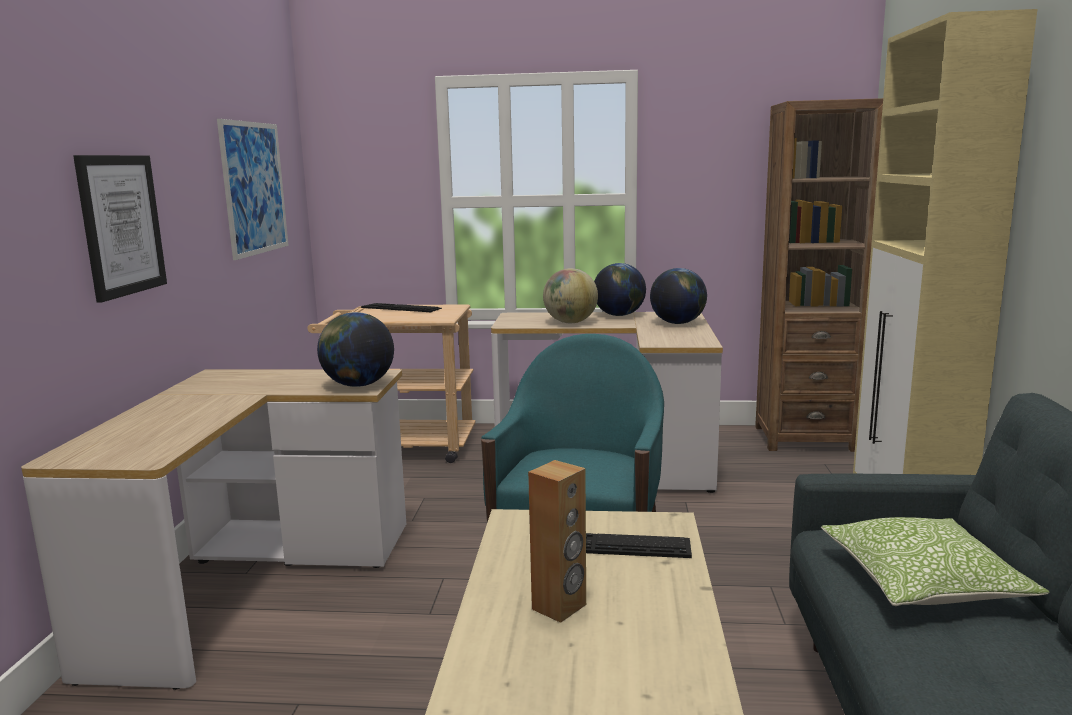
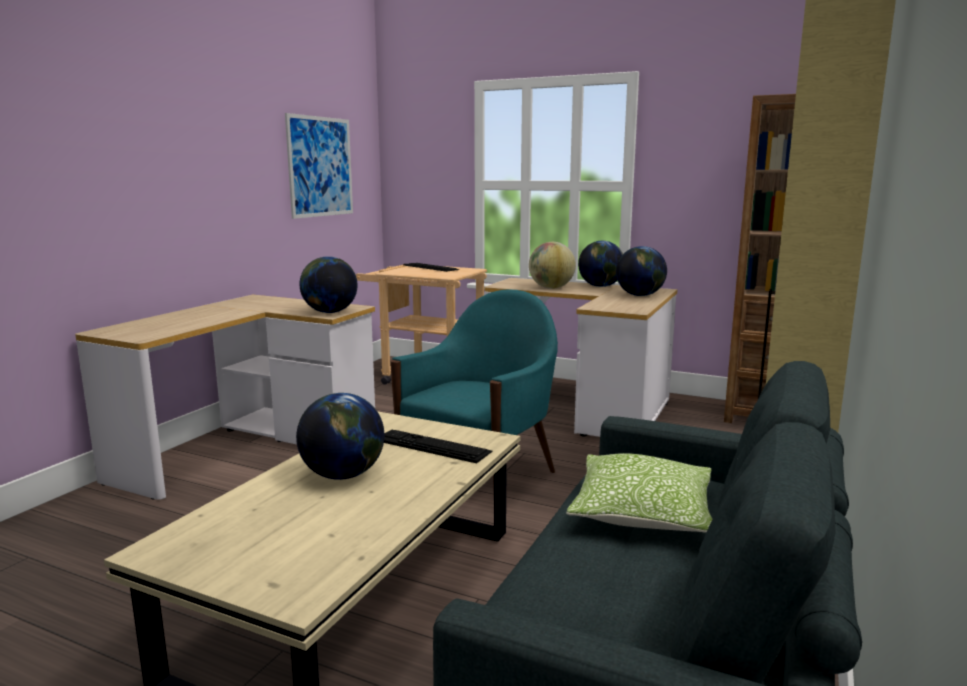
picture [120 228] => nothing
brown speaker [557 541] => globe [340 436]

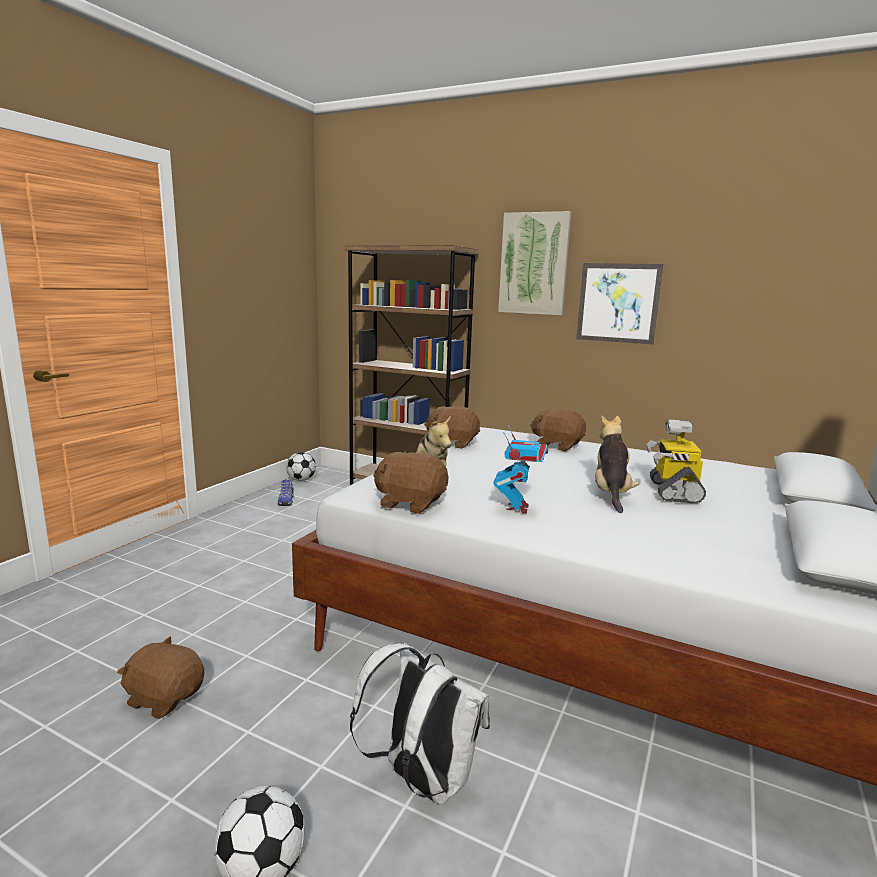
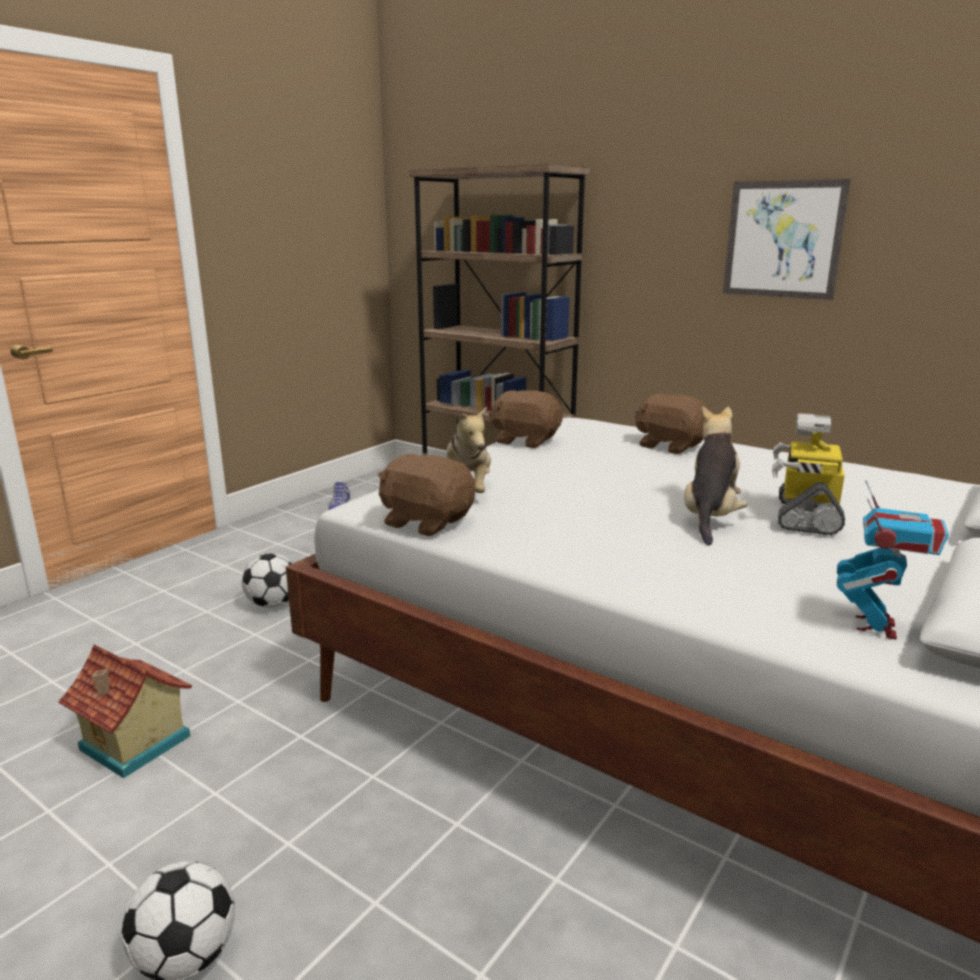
picture [535 263] => nothing
toy robot [520 469] => toy robot [893 560], move
football [301 466] => football [267 580], move
brown plush toy [160 678] => toy house [125 711]
white backpack [420 724] => nothing

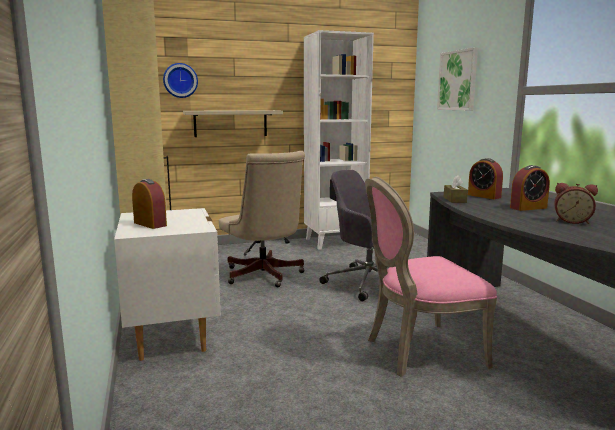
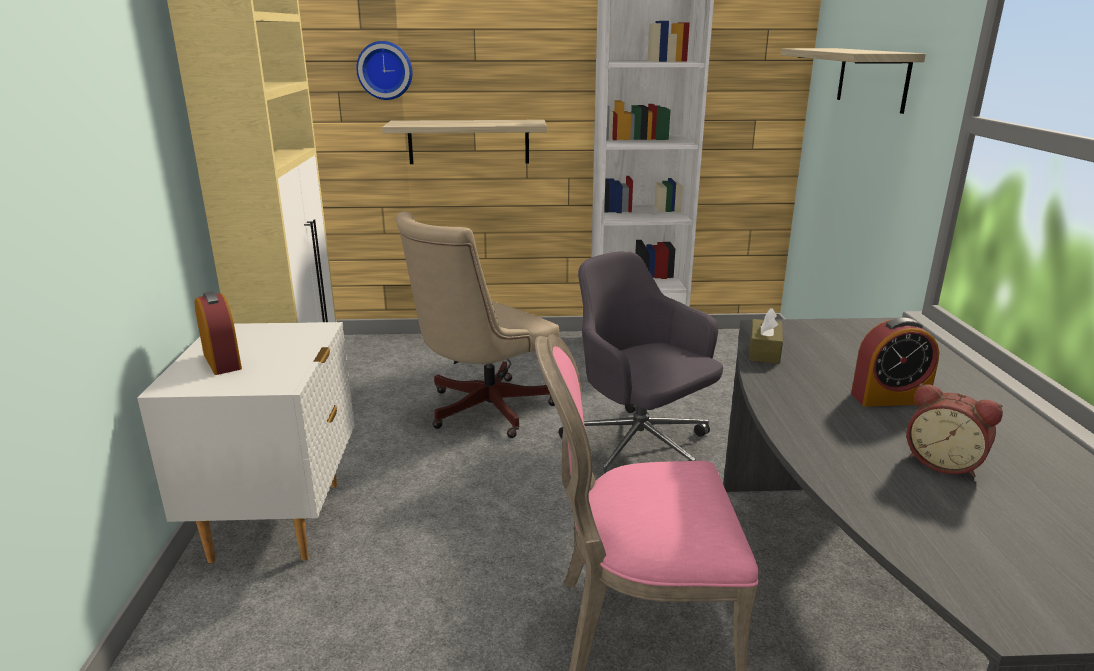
picture [457 78] => shelf [853 81]
beige office chair [262 219] => beige office chair [478 325], 60 degrees clockwise
alarm clock [485 178] => nothing

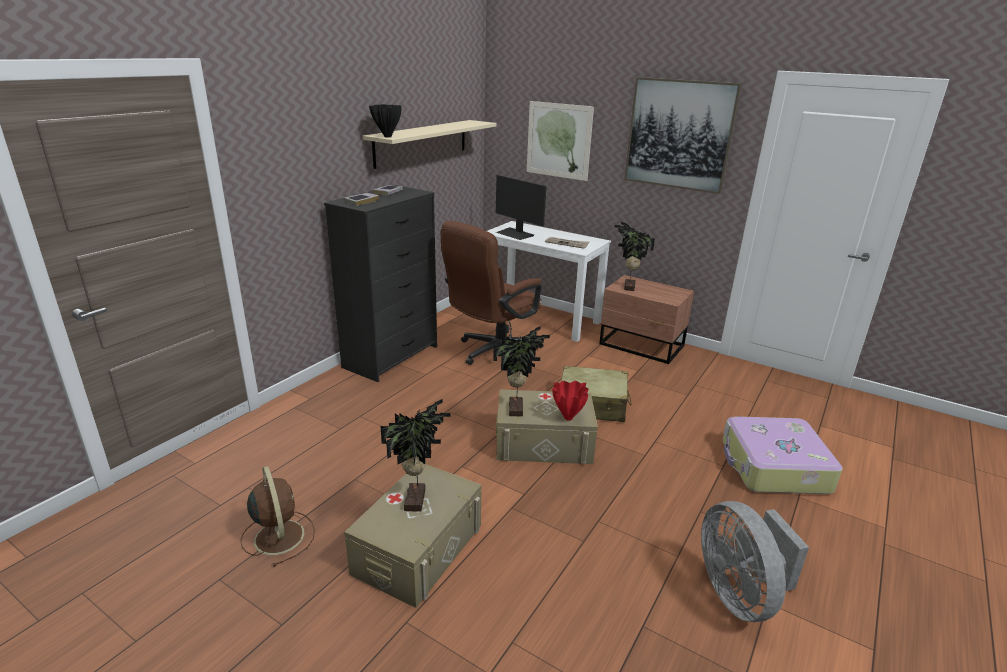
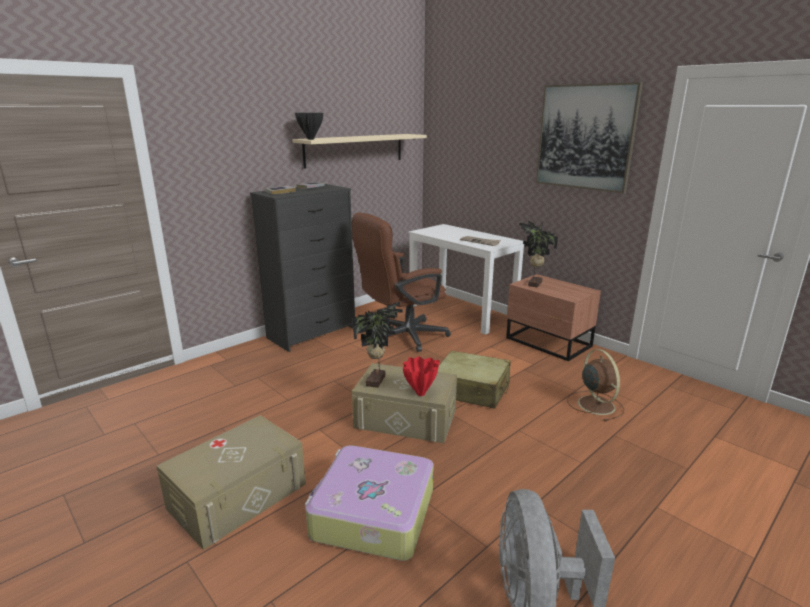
picture [560 141] => nothing
monitor [521 207] => nothing
potted plant [416 455] => nothing
suitcase [782 455] => suitcase [369 503], move
brown fan [277 516] => brown fan [595 385], move

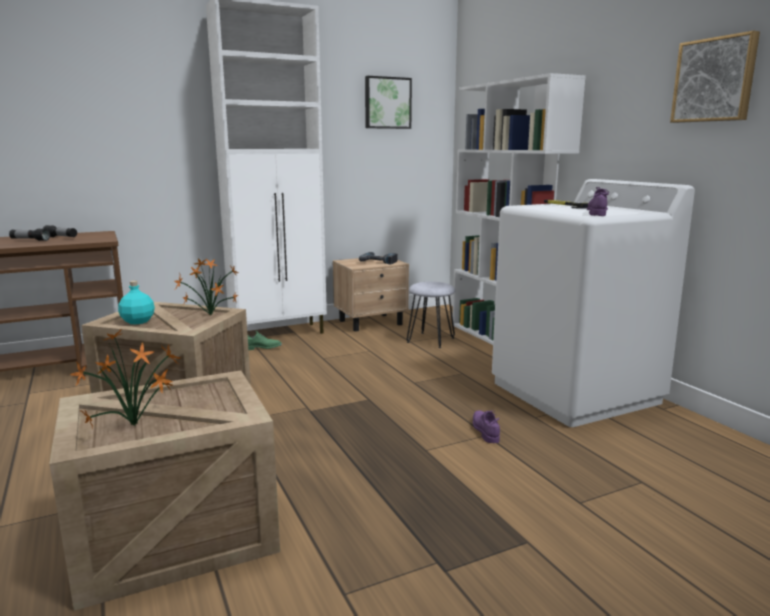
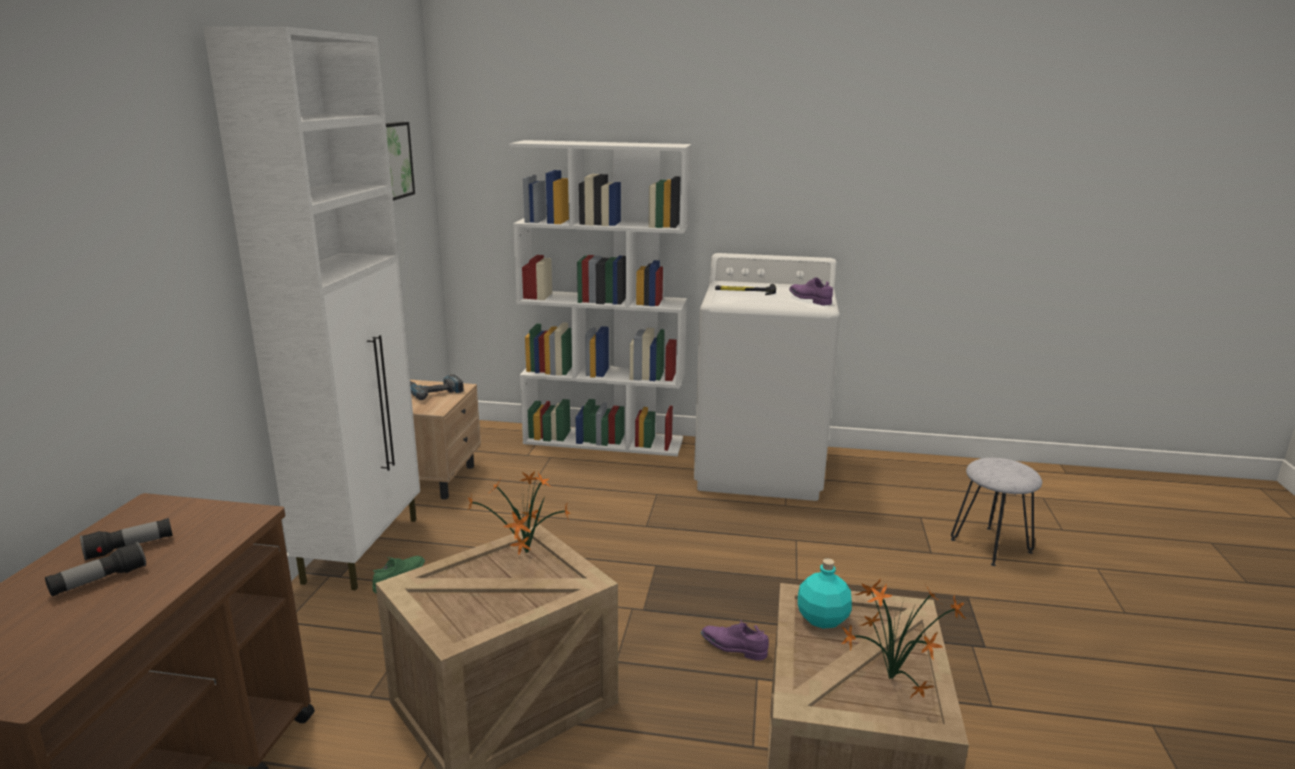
picture [715 77] => nothing
turquoise bottle [136 302] => turquoise bottle [825 593], move
grey stool [431 315] => grey stool [996 512], move
purple shoe [486 426] => purple shoe [735 640], move

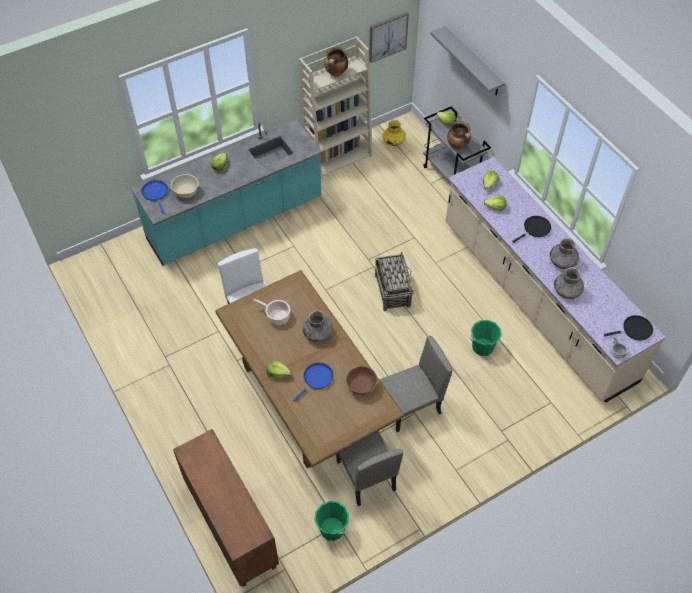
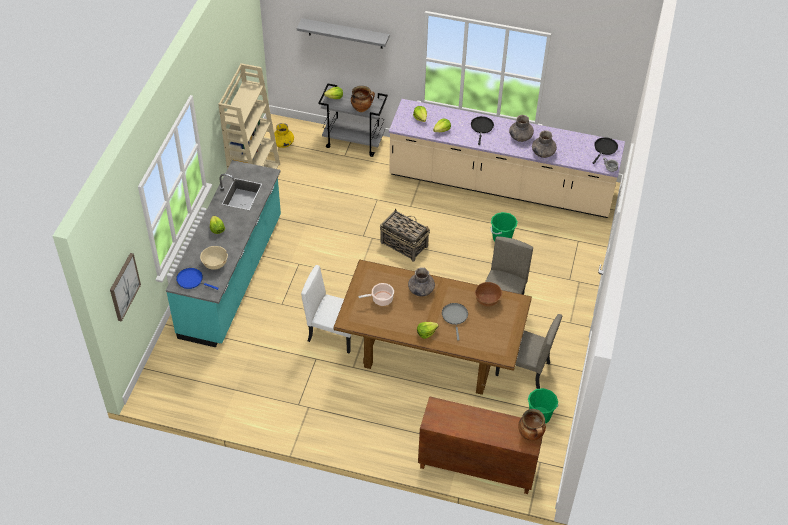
picture [389 37] => picture [125 287], move
cooking pot [336 62] => cooking pot [532 425], move
blue frying pan [313 382] => grey frying pan [455 322]

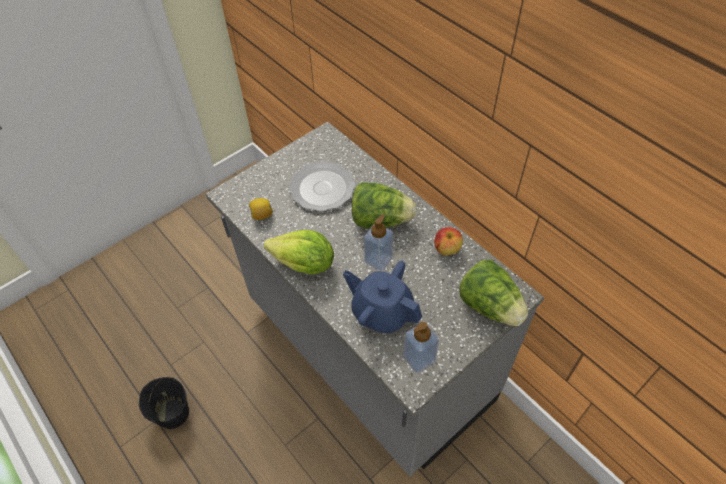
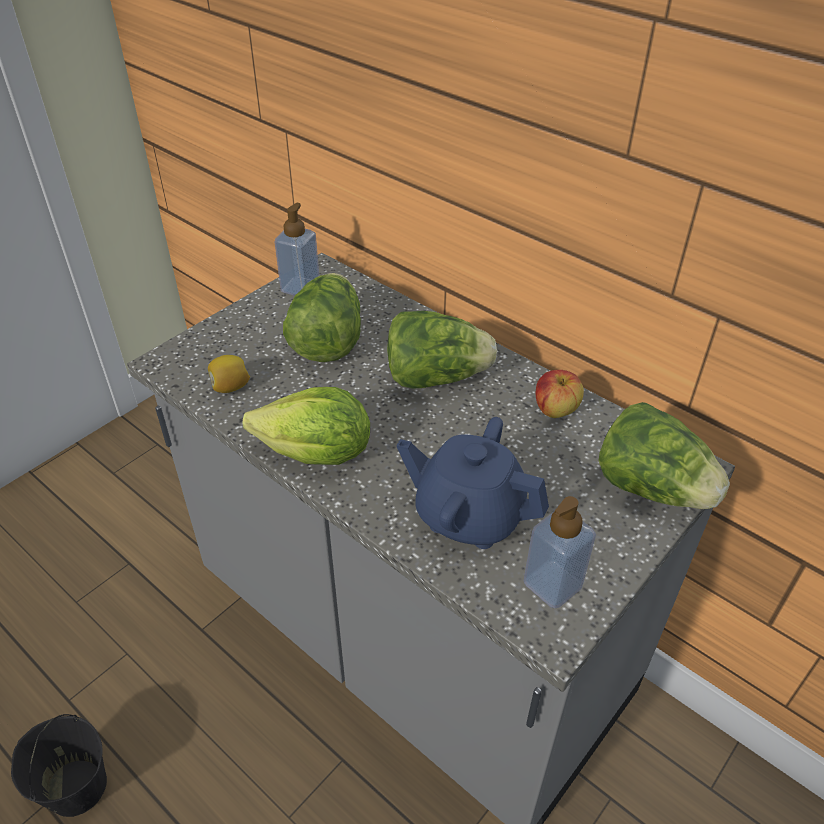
plate [322 186] => lettuce [322 317]
soap dispenser [378 242] => soap dispenser [297 249], move

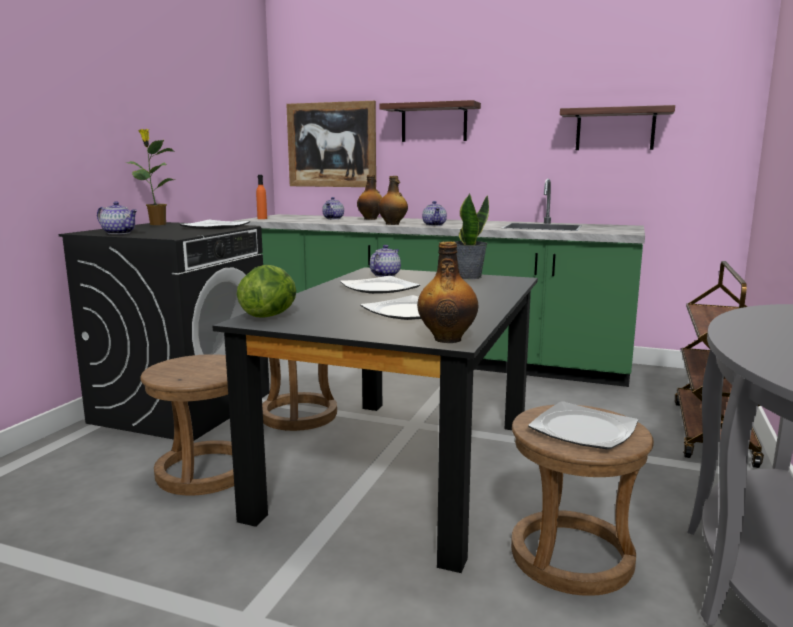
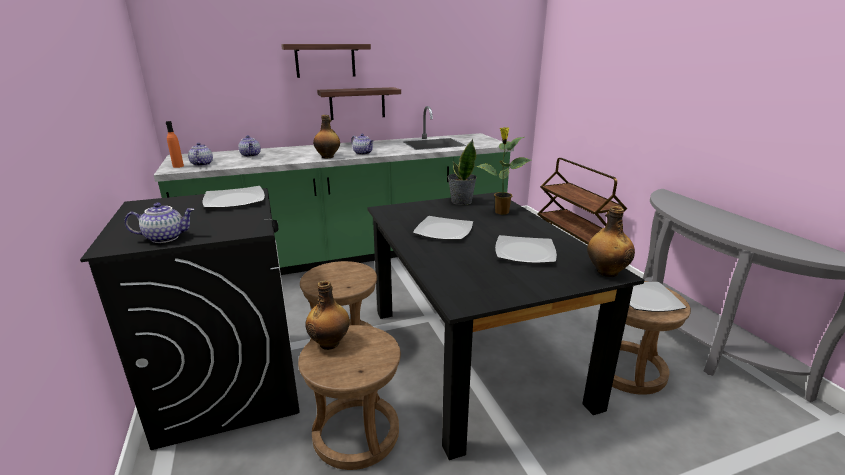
picture [331 144] => nothing
shelf [617 127] => shelf [359 103], move
potted plant [151 177] => potted plant [503 171], move
bottle [369 197] => bottle [327 315], move
teapot [385 261] => teapot [200 154], move
lettuce [266 291] => nothing

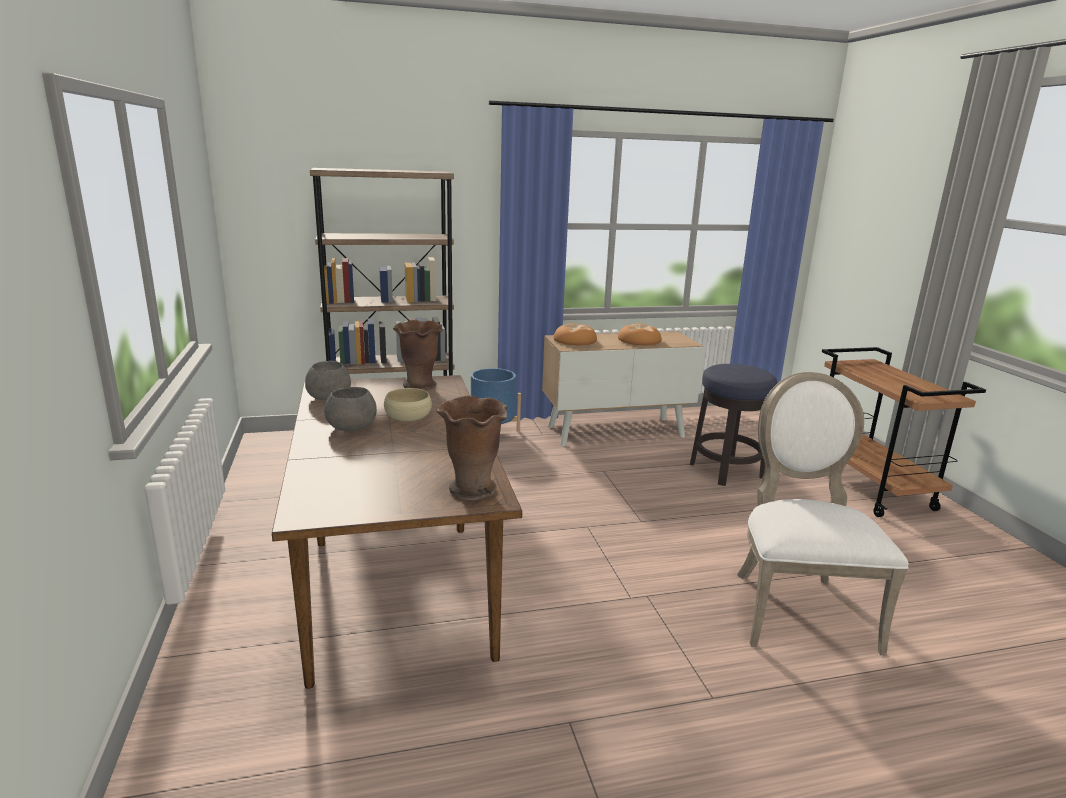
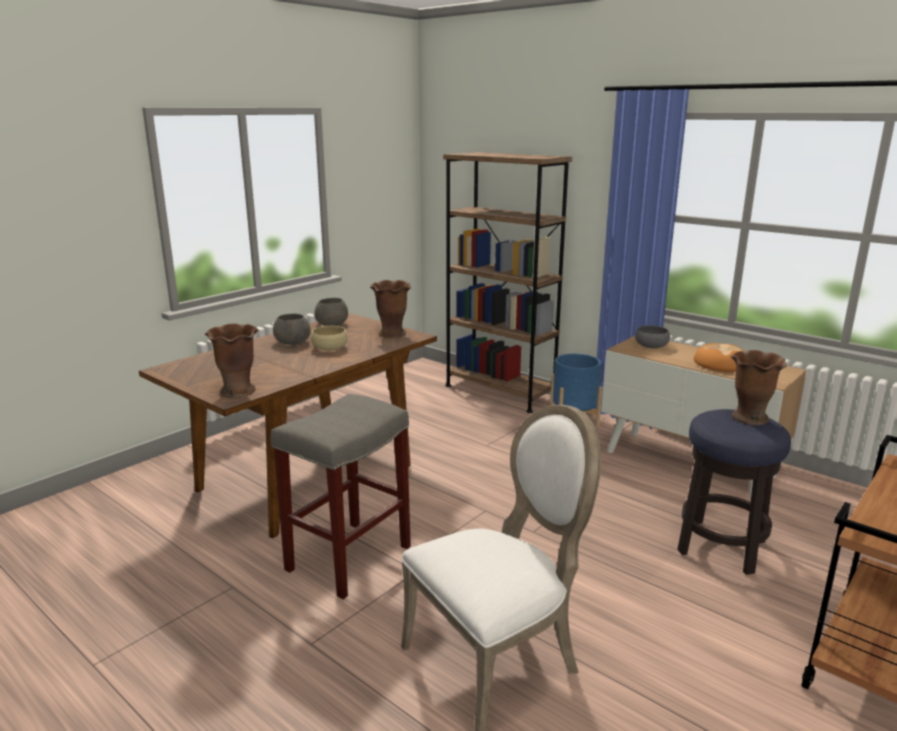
bread [575 334] => grey bowl [652 336]
nothing => brown vase [759 387]
nothing => grey stool [340 496]

